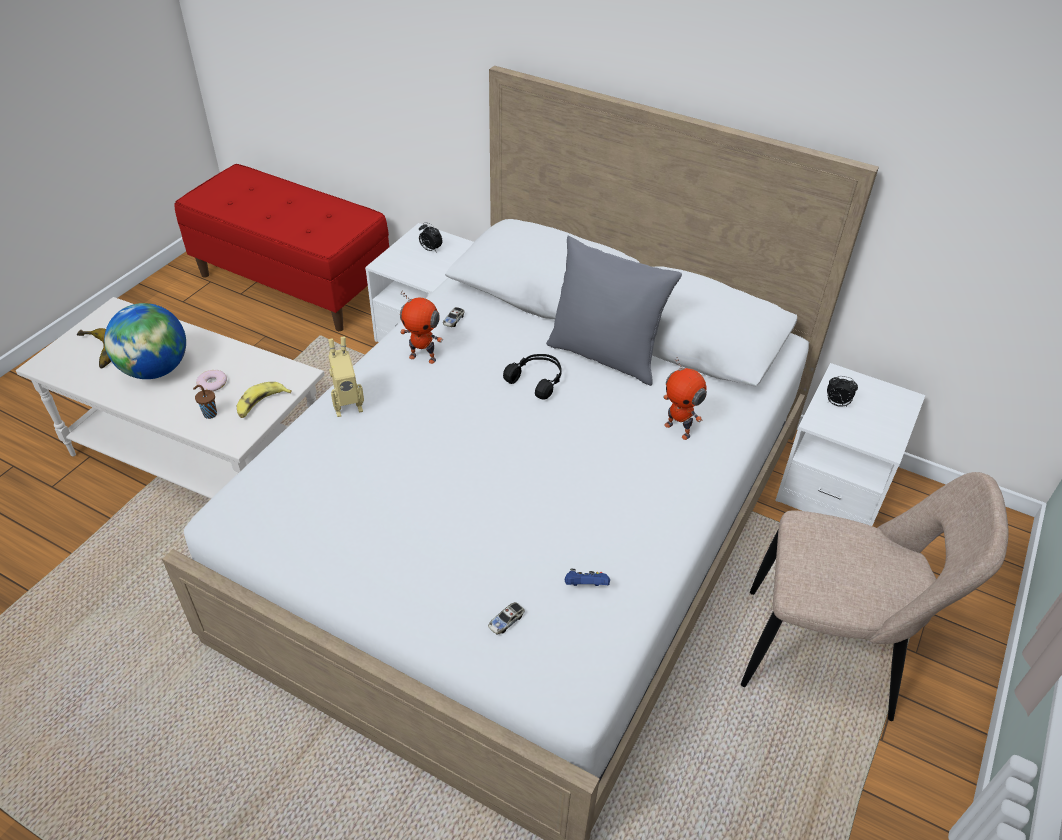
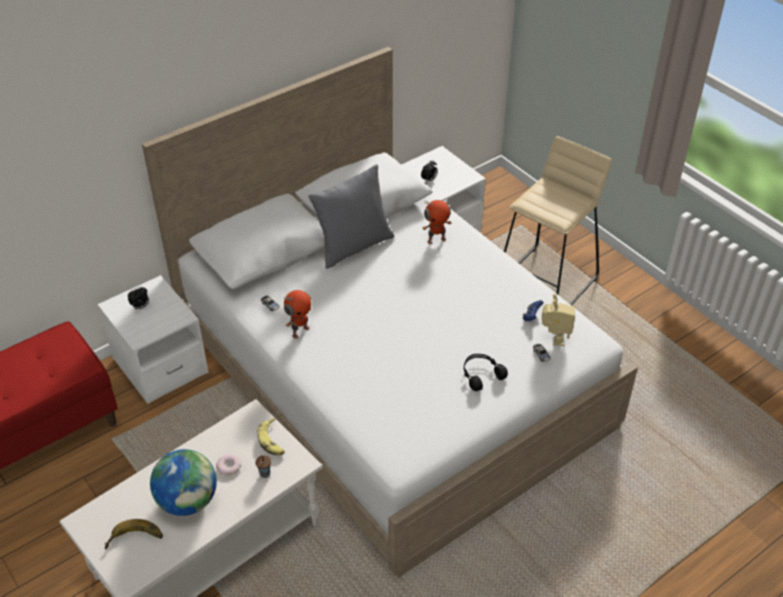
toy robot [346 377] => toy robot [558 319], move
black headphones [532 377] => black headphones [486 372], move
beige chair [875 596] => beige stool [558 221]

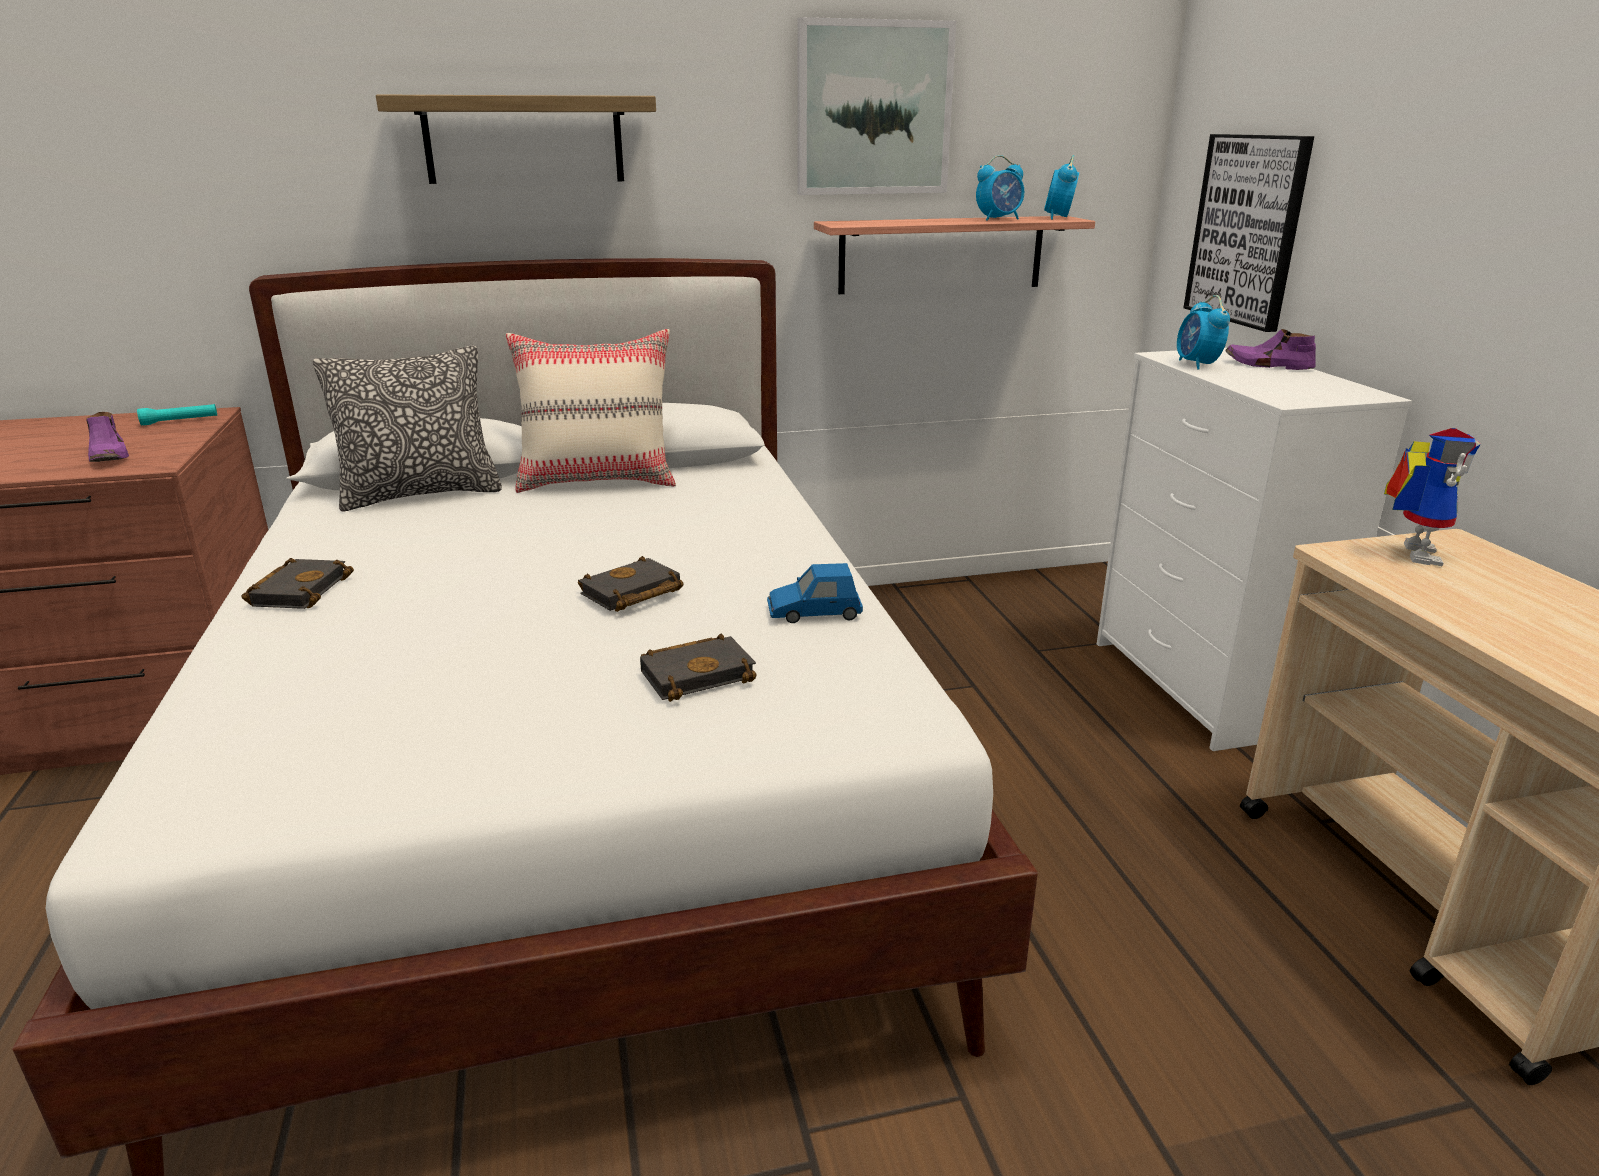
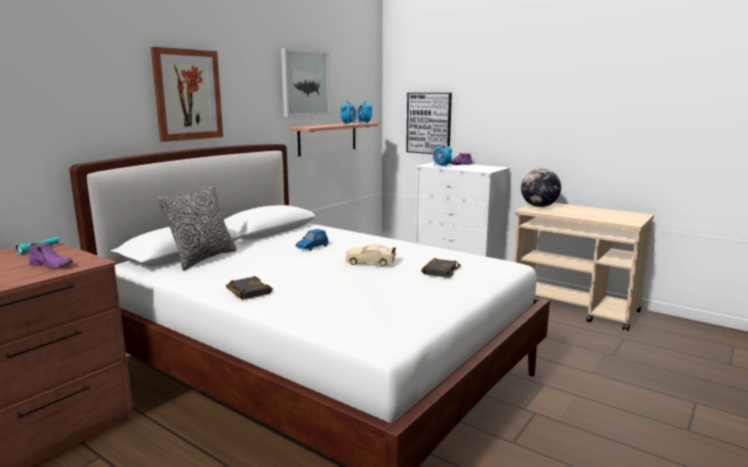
shelf [516 139] => picture [187 94]
beige pillow [591 411] => nothing
toy robot [1432 497] => globe [541 187]
black book [630 584] => beige toy car [371 255]
blue toy car [815 593] => blue toy car [312 239], move

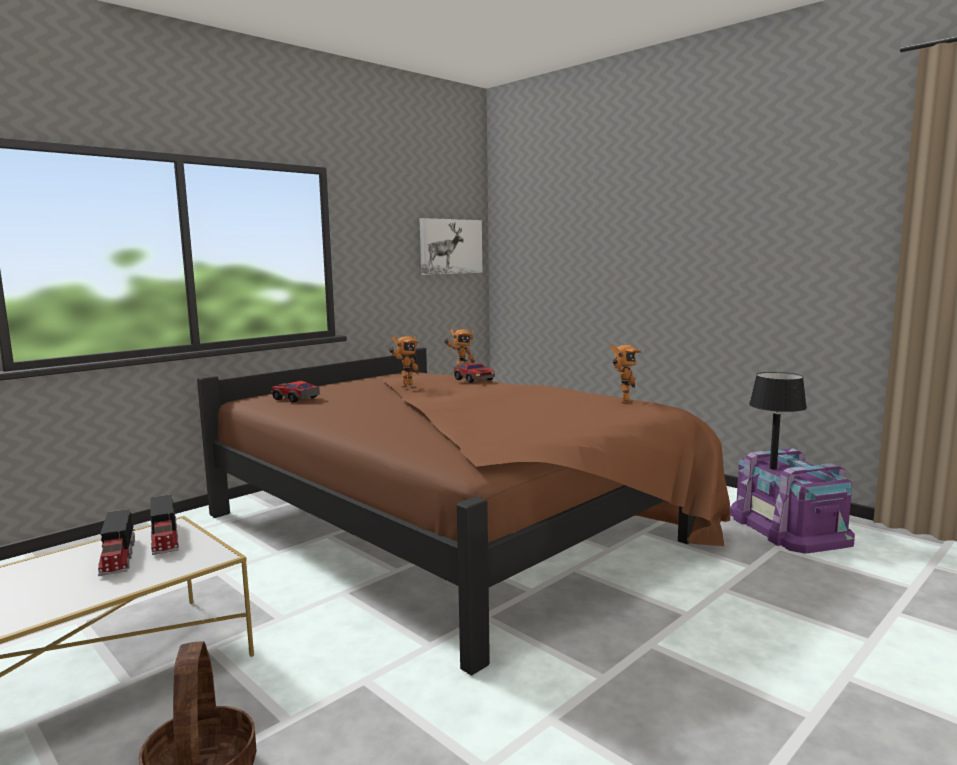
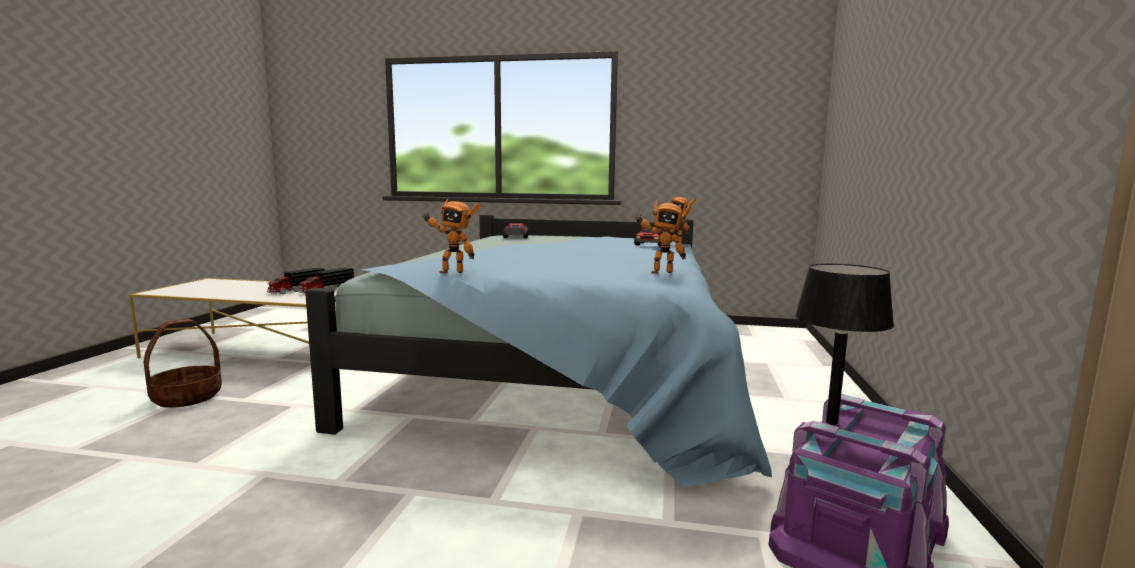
picture [451 246] => nothing
toy robot [404 362] => toy robot [451 236], move
brown bed [463 511] => blue bed [538 350]

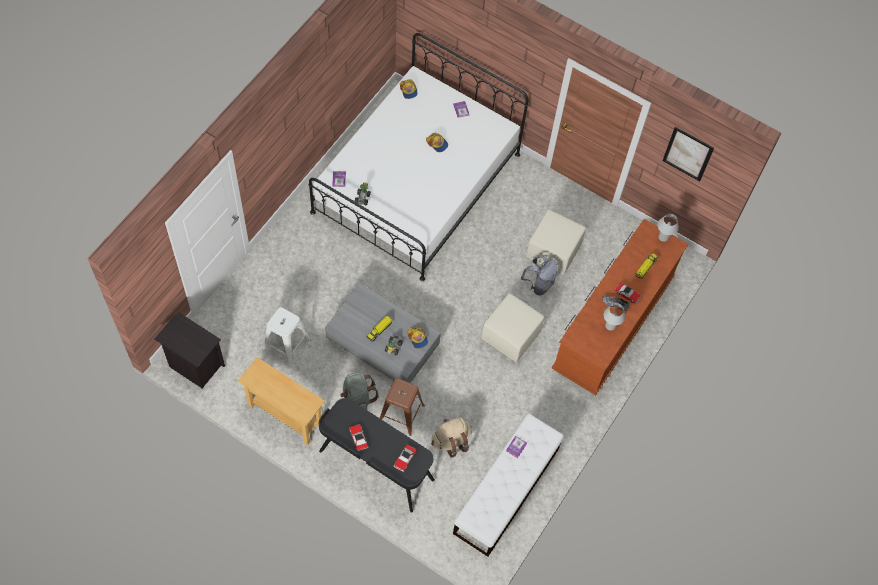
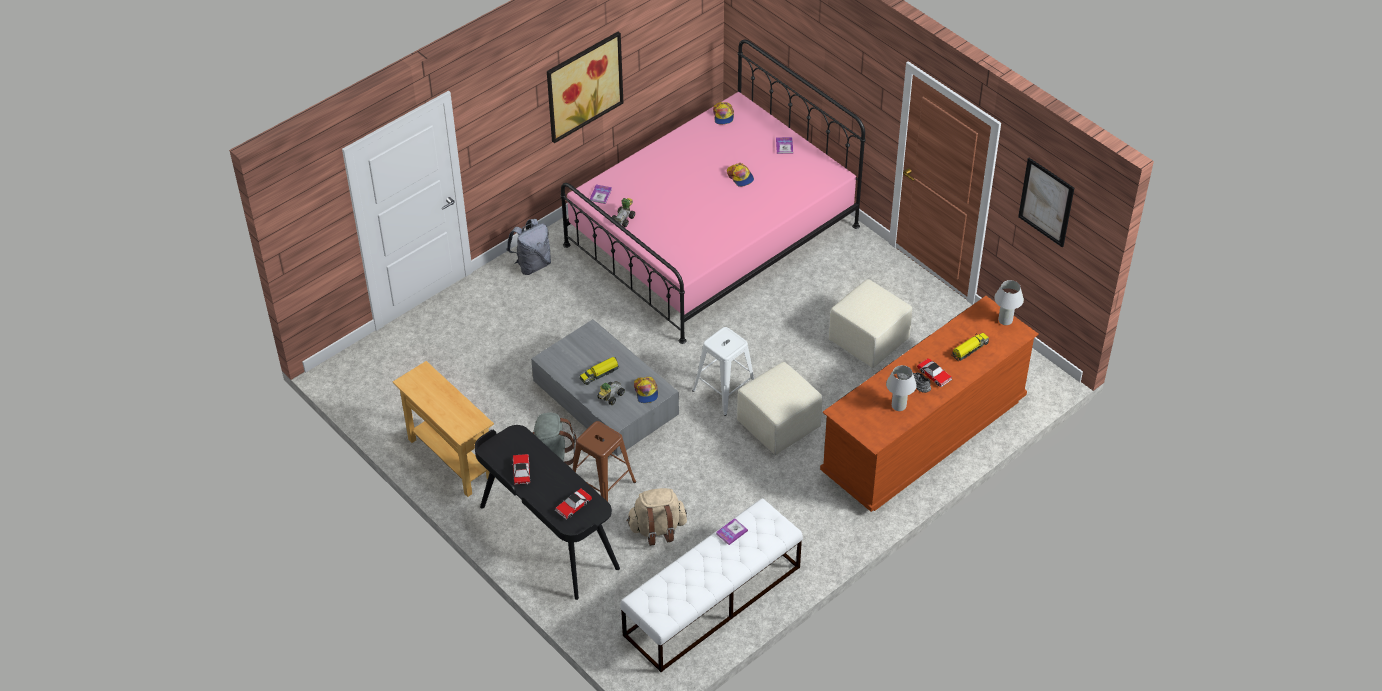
white bed [419 157] => pink bed [713 191]
grey backpack [539 275] => grey backpack [528 247], move
white stool [286 336] => white stool [723 371], move
black nightstand [190 350] => nothing
nothing => picture [585 87]

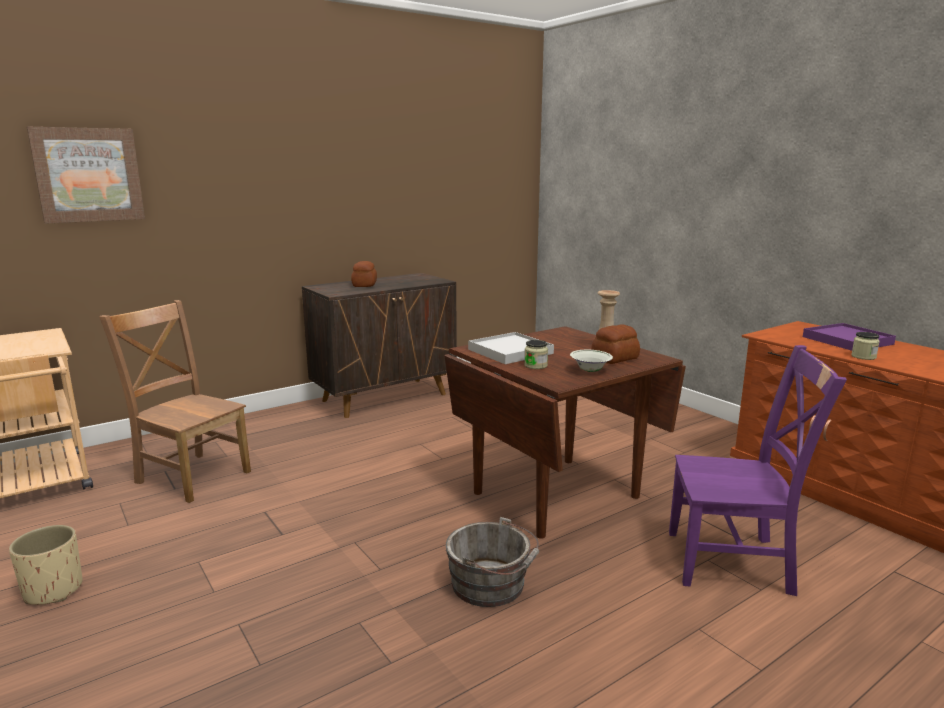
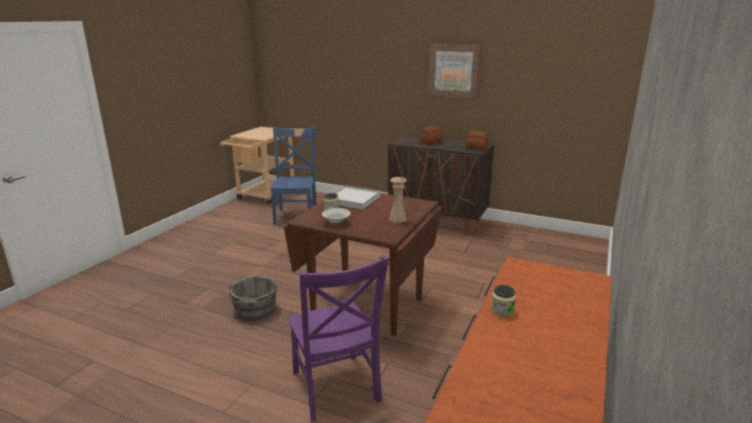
picture [86 175] => picture [454 71], move
brown chair [175 401] => blue chair [293 175]
purple tray [849 337] => nothing
bread [615 344] => bread [477 140], move
beige planter [45 565] => nothing

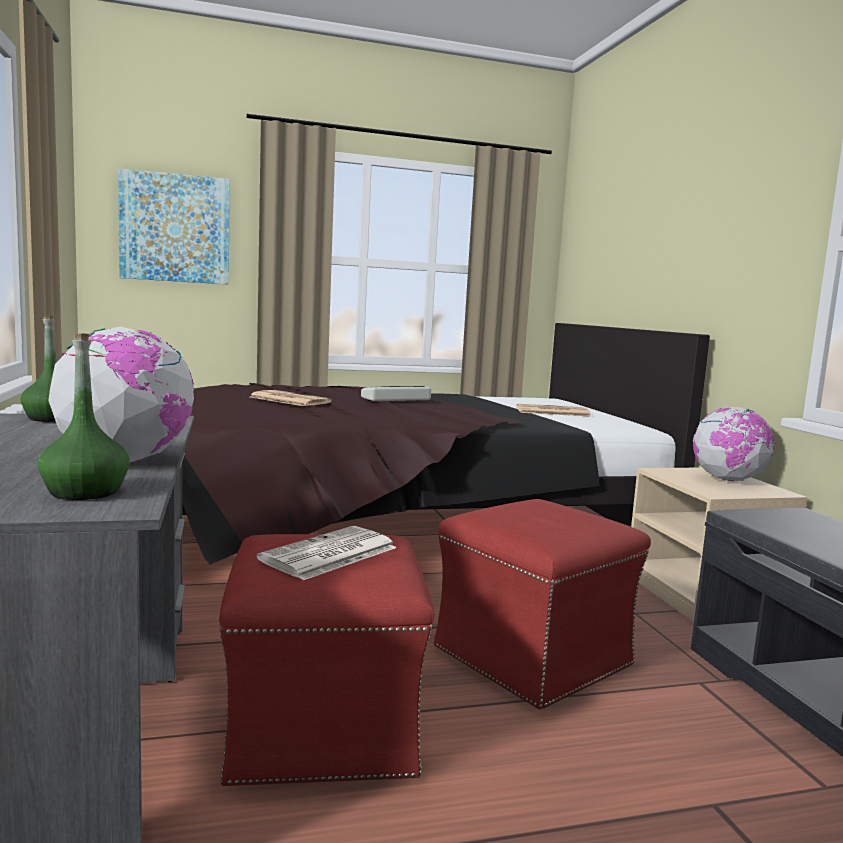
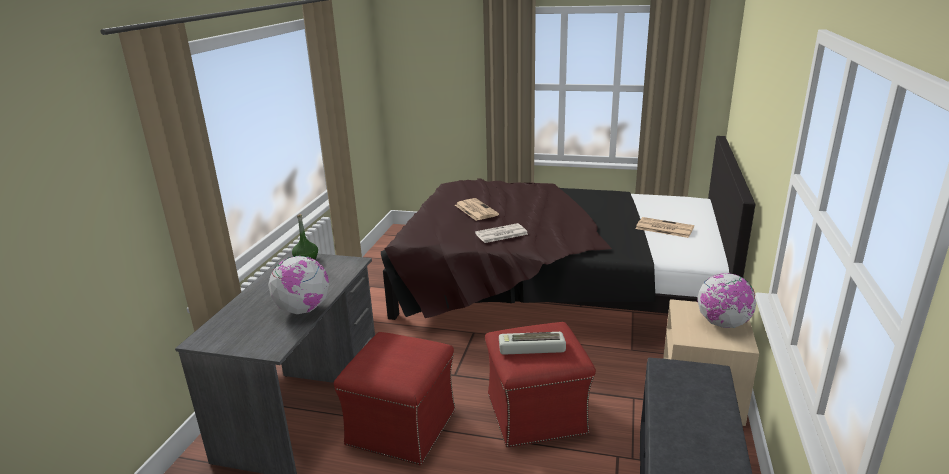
picture [174 226] => nothing
green bottle [84 416] => nothing
keyboard [396 393] => keyboard [532 343], move
newspaper [326 553] => newspaper [501 233], move

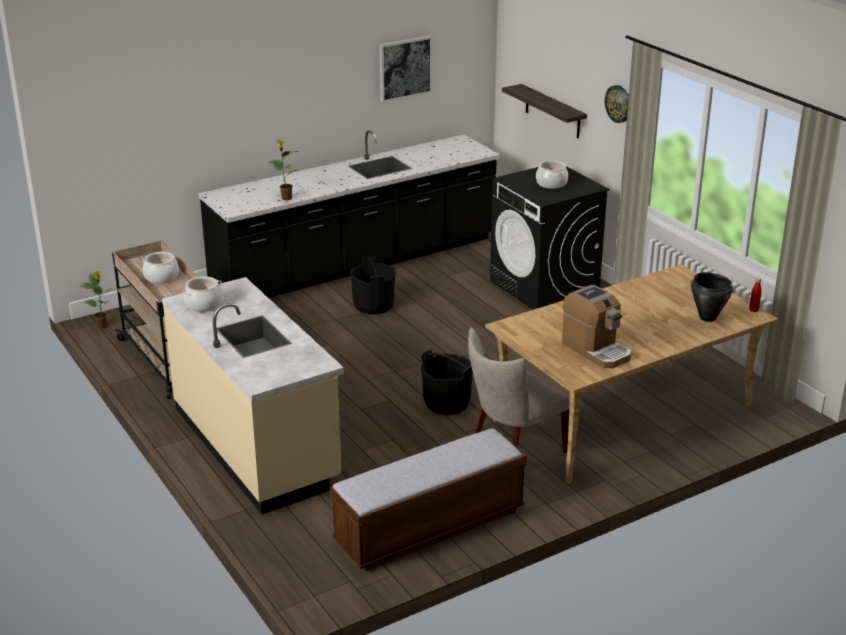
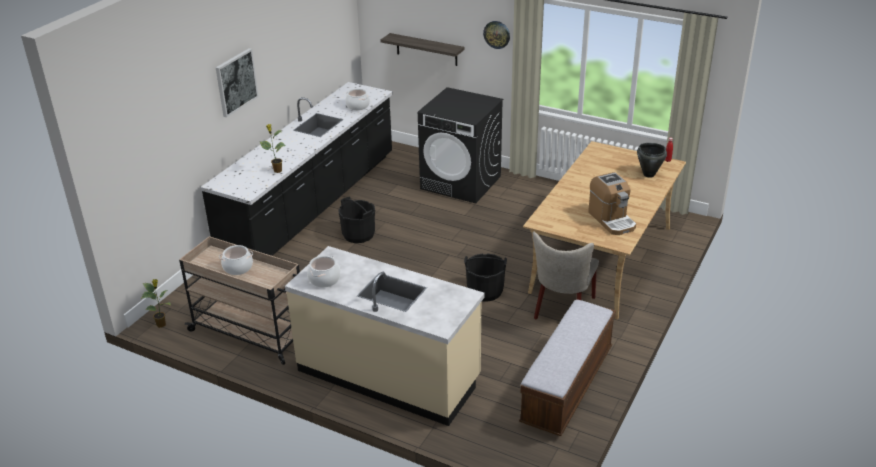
picture [406 69] => picture [237 82], move
cooking pot [552 174] => cooking pot [357 99], move
coffee machine [597 326] => coffee machine [612 203], 45 degrees clockwise

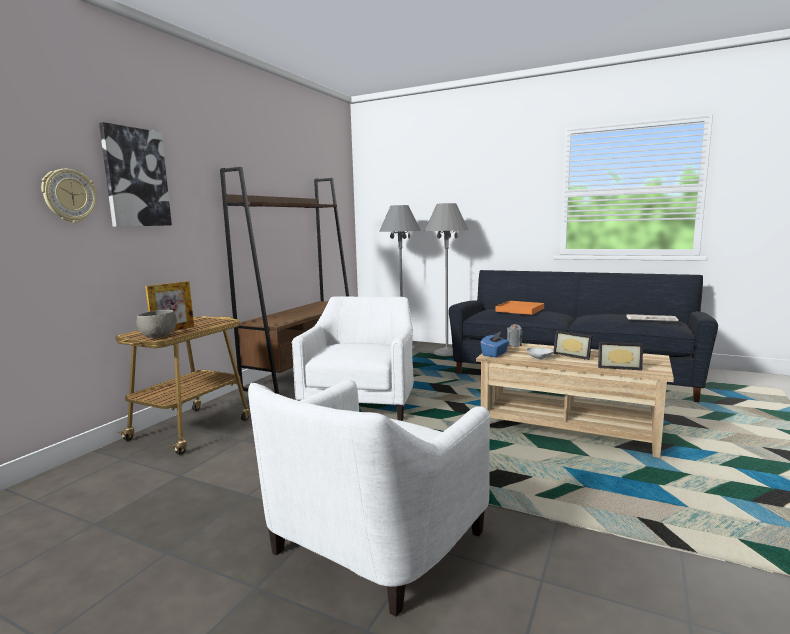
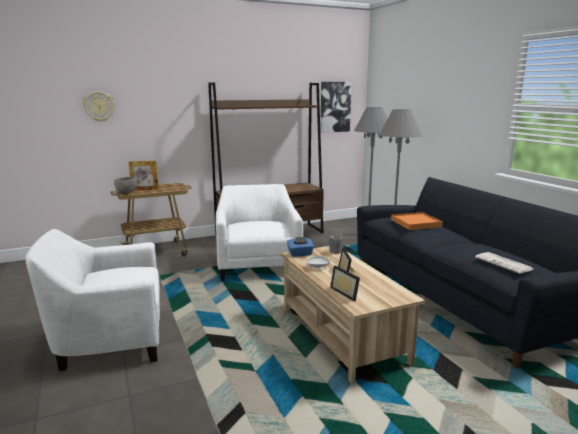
picture [135 174] => picture [336 107], move
white armchair [353 358] => white armchair [259 232], 60 degrees counterclockwise

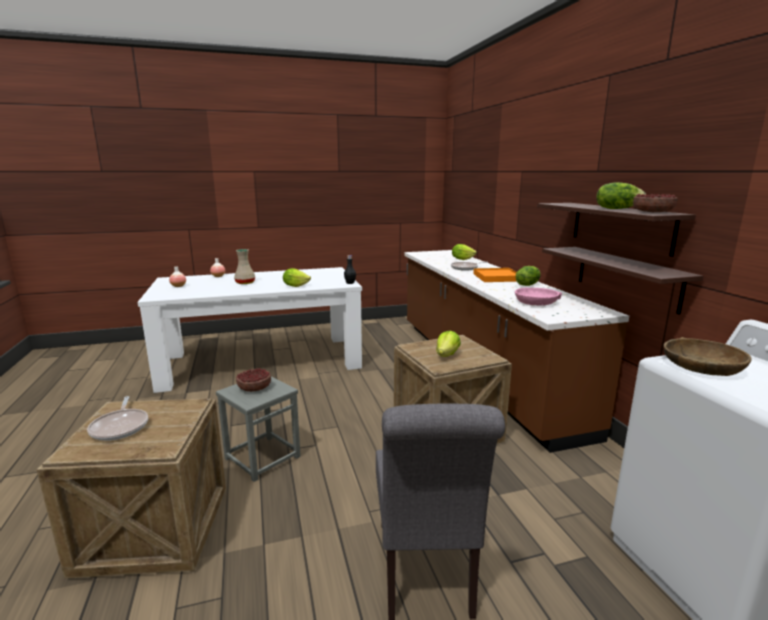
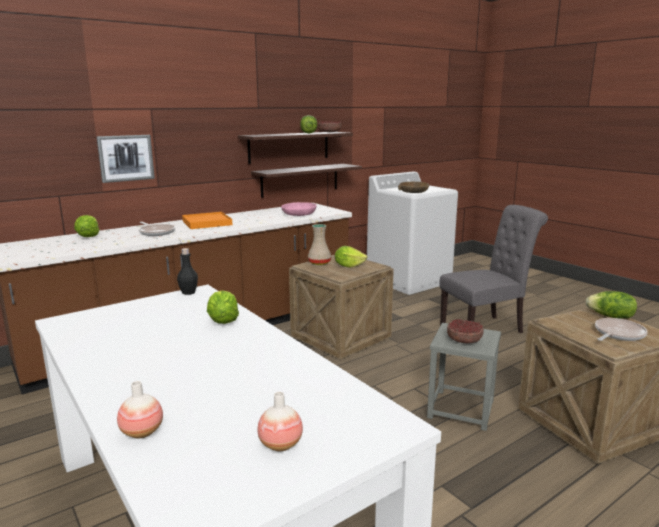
beige vase [244 266] => beige vase [319 244], move
lettuce [528 276] => lettuce [611 305], move
nothing => picture [125 159]

